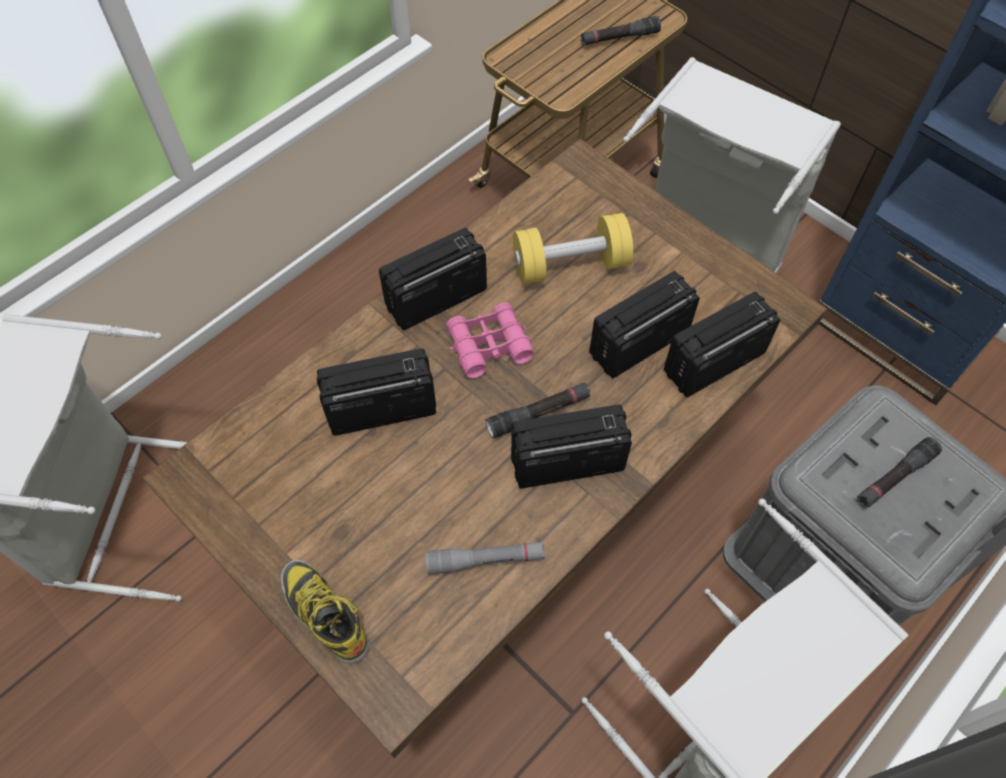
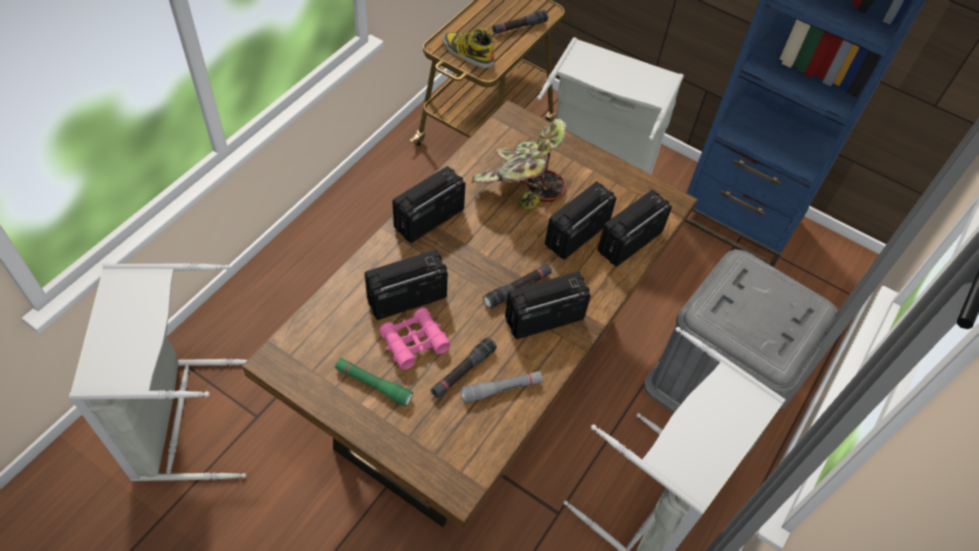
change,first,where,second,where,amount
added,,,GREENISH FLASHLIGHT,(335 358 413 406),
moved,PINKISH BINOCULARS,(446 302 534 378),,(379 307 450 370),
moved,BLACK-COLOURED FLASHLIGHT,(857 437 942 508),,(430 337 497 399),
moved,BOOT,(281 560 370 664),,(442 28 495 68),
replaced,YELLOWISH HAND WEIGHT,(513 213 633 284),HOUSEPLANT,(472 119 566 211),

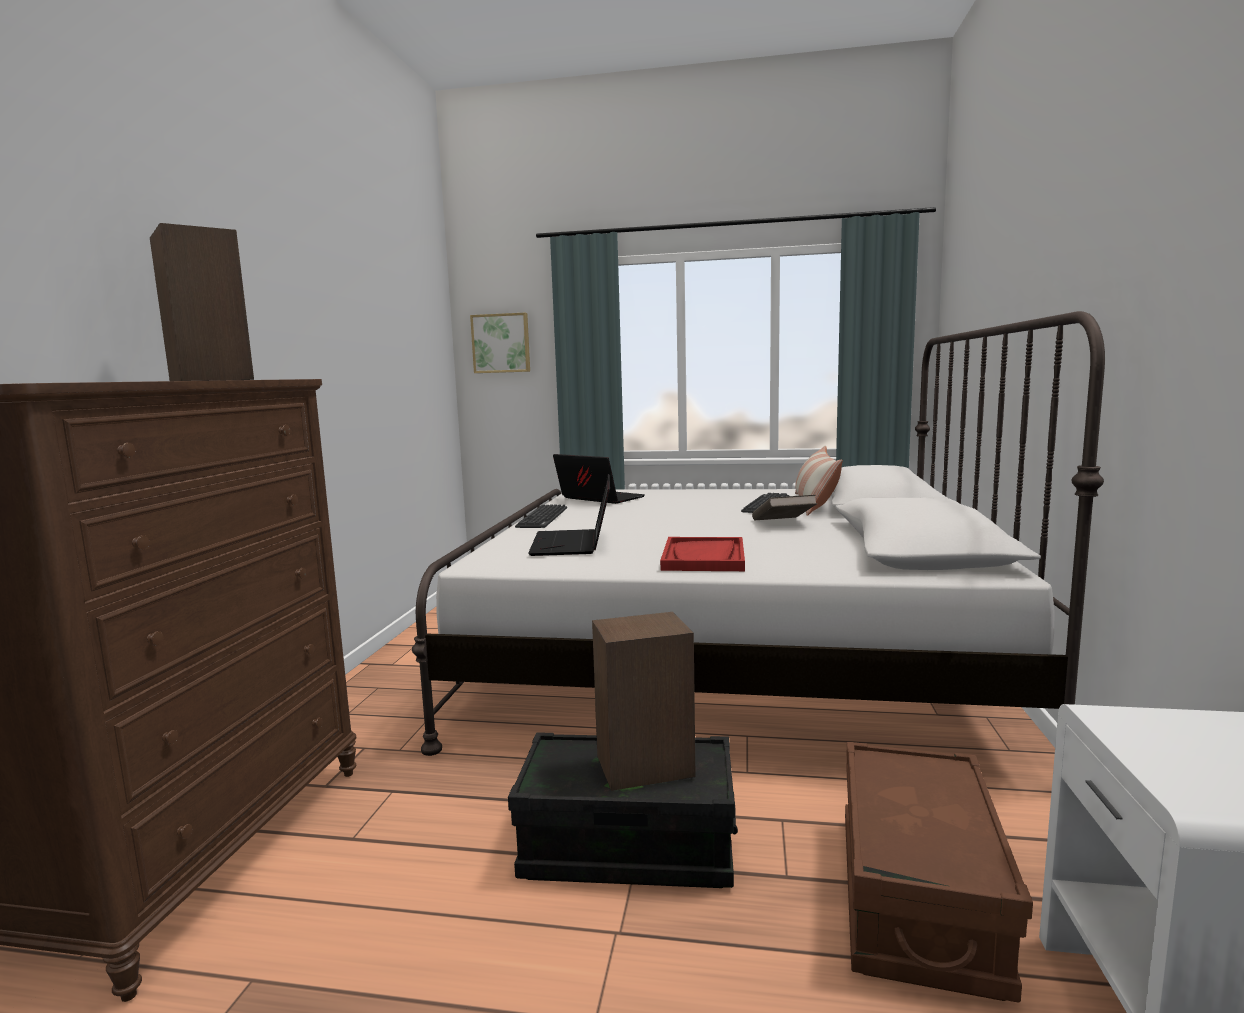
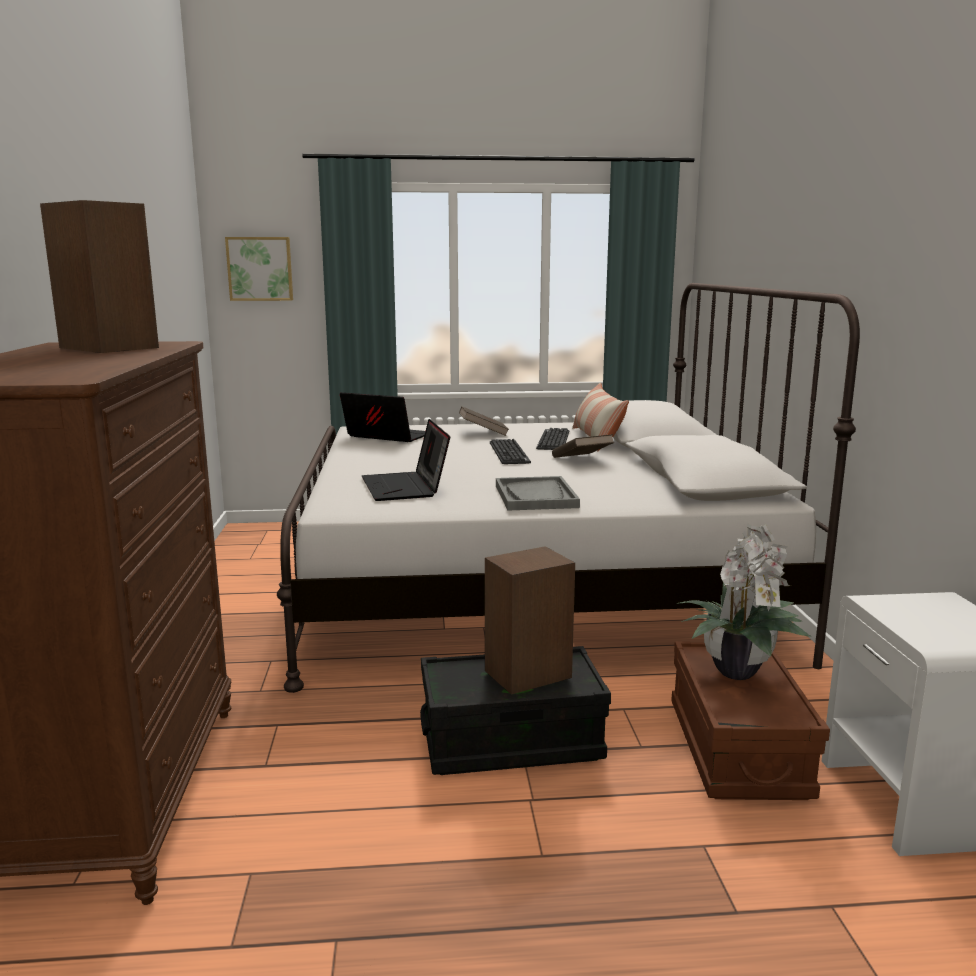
change,first,where,second,where,amount
added,,,BROWN-COLOURED VOLUME,(459 406 509 436),
moved,KEYBOARD,(515 504 567 528),,(490 439 531 464),
recoloured,RED SERVING TRAY,(660 537 745 571),GRAY SERVING TRAY,(496 476 580 511),
added,,,HOUSEPLANT,(676 523 811 680),

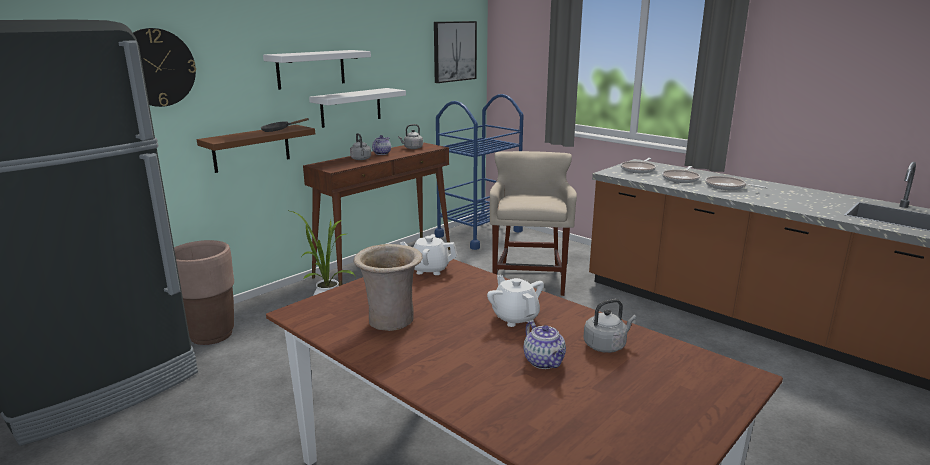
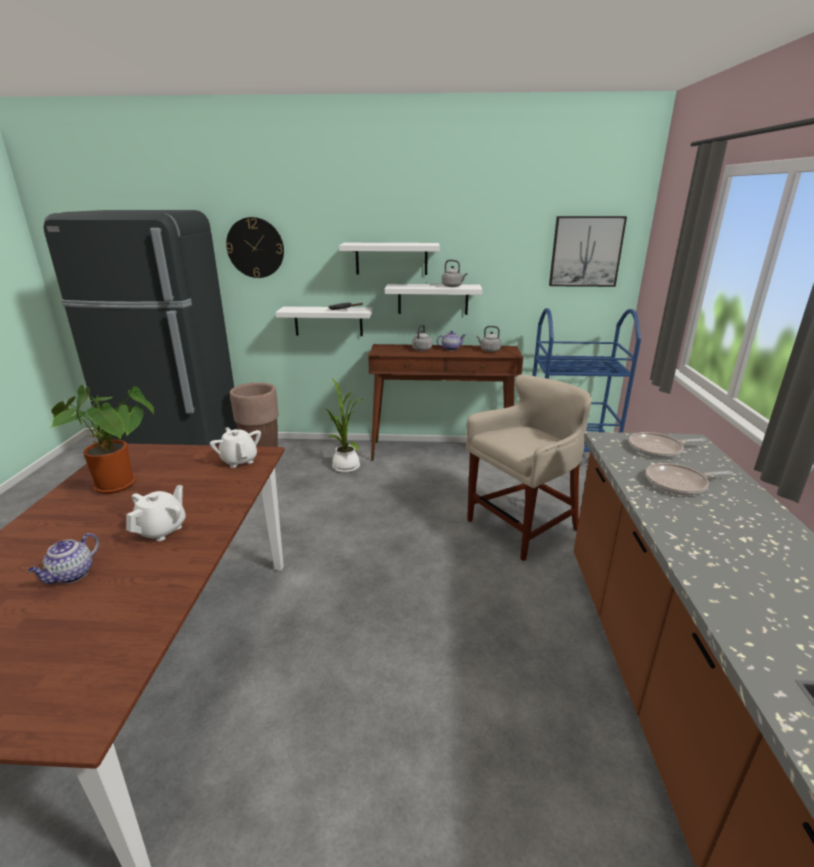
change,first,where,second,where,amount
replaced,BEIGE FLOWER VASE,(353 244 423 331),HOUSEPLANT,(50 385 154 494),
recoloured,BROWN-COLOURED BRACKET SHELF,(197 125 315 173),WHITE BRACKET SHELF,(275 306 373 336),
moved,GRAY WATER KETTLE,(583 299 637 353),,(442 260 468 287),
removed,FRYING PAN,(705 176 768 190),,,

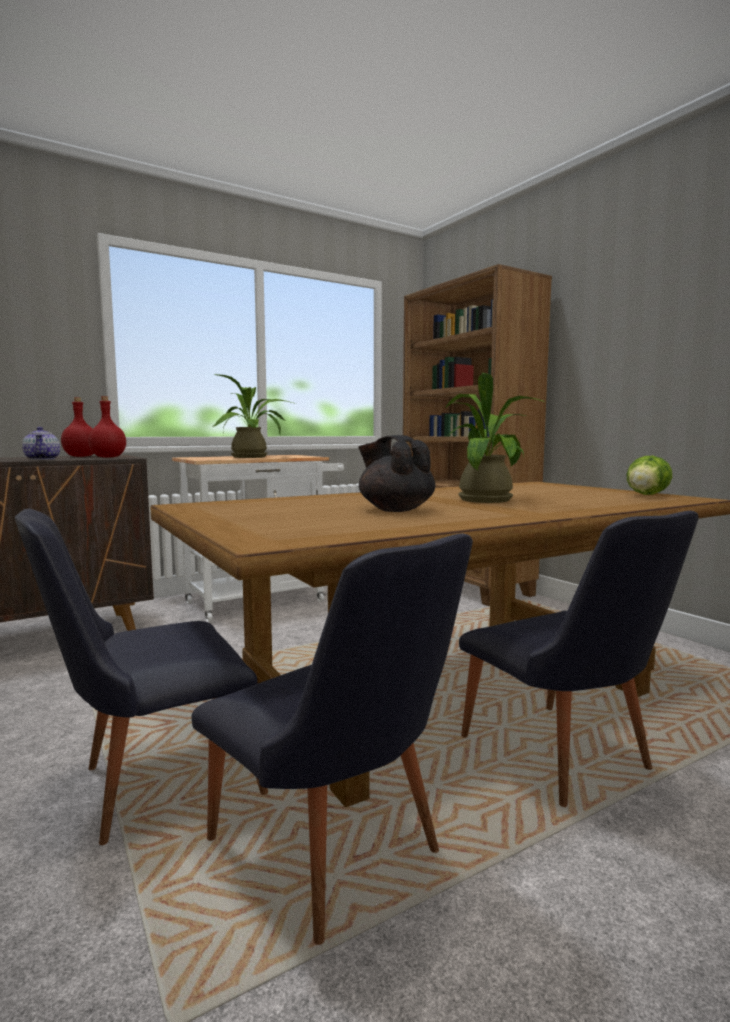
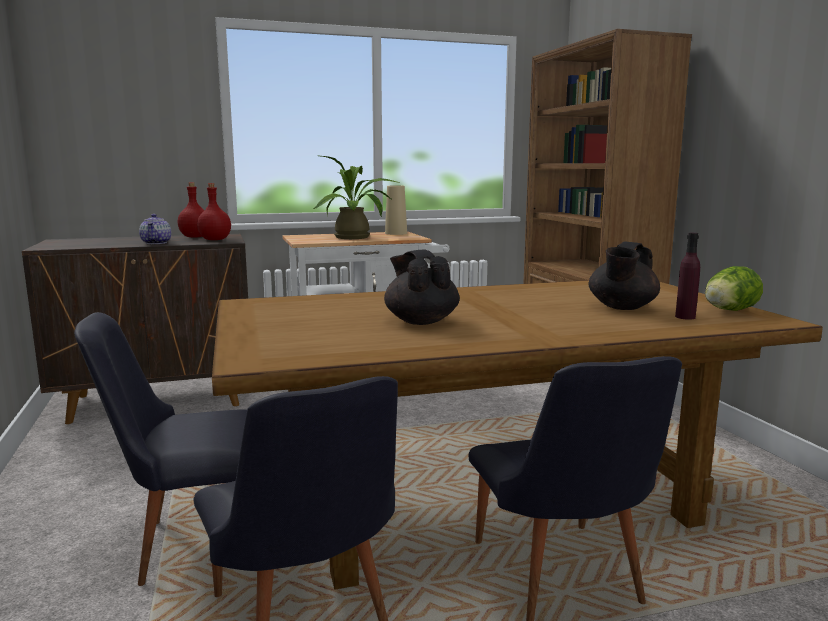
change,first,where,second,where,amount
added,,,BEIGE FLOWER VASE,(385 185 407 235),
added,,,BLACK-COLOURED TEA POT,(589 242 660 310),
added,,,PURPLISH BEVERAGE BOTTLE,(675 233 700 320),
removed,HOUSEPLANT,(446 373 545 503),,,

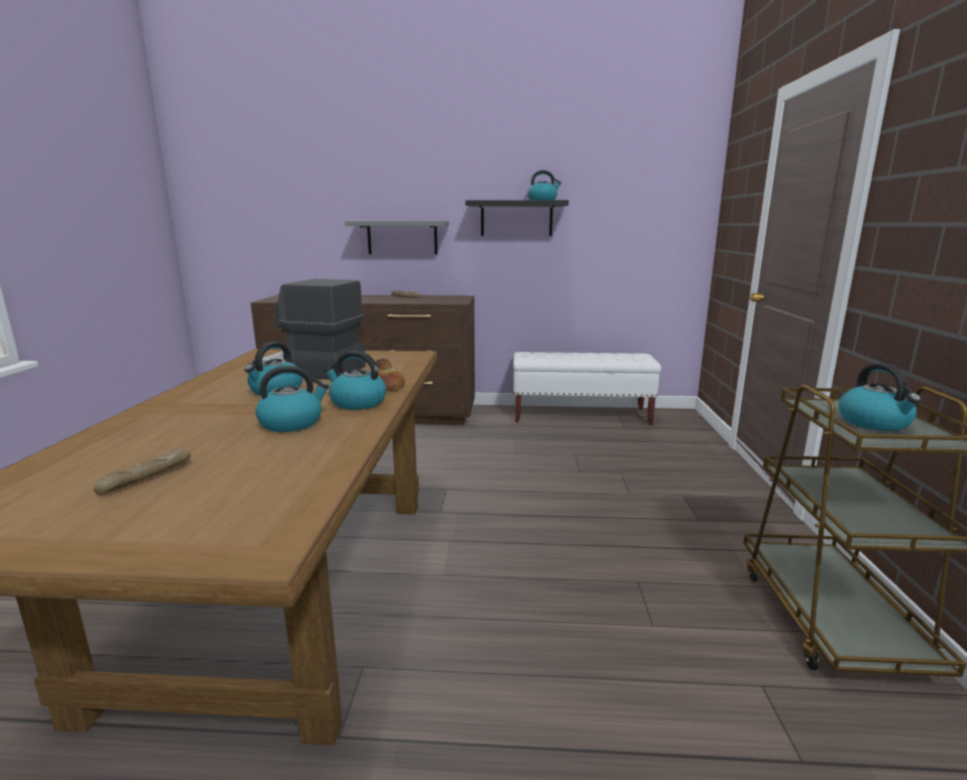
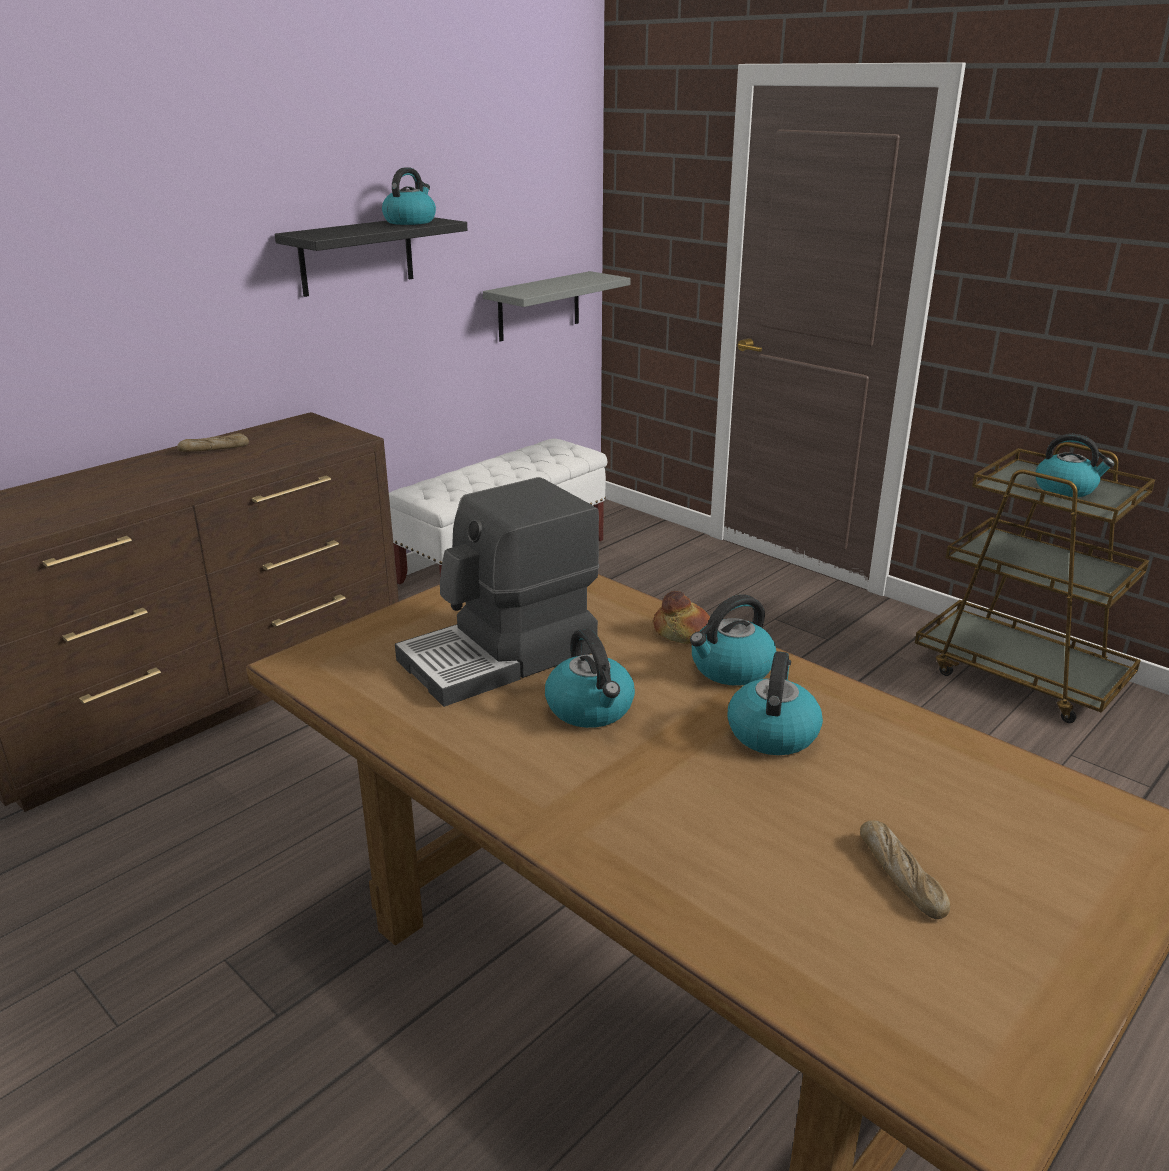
change,first,where,second,where,amount
moved,GRAY BRACKET SHELF,(345 221 449 254),,(483 271 631 342),

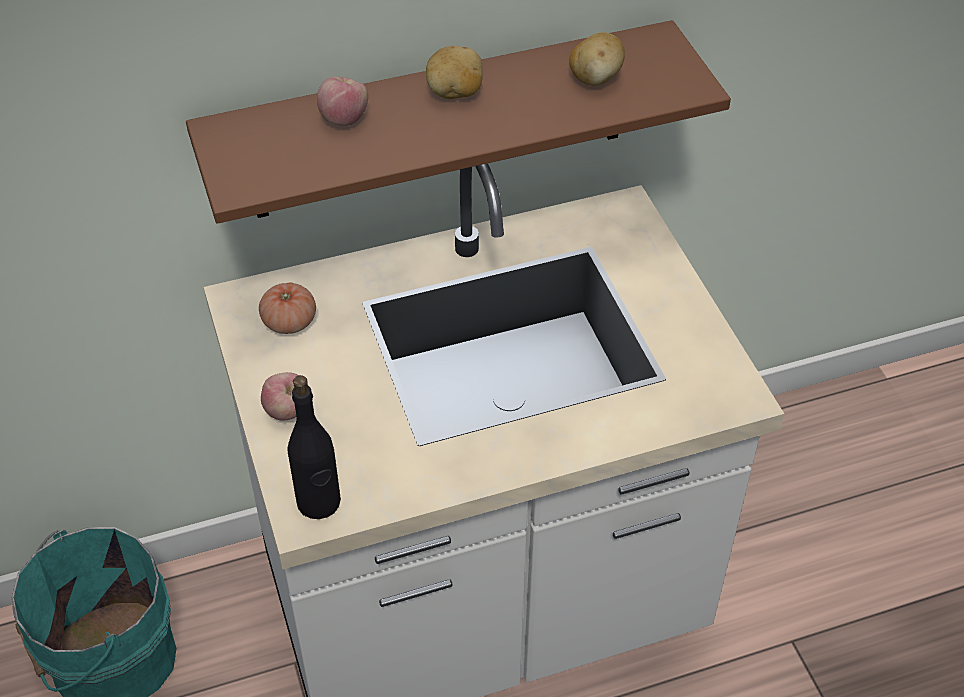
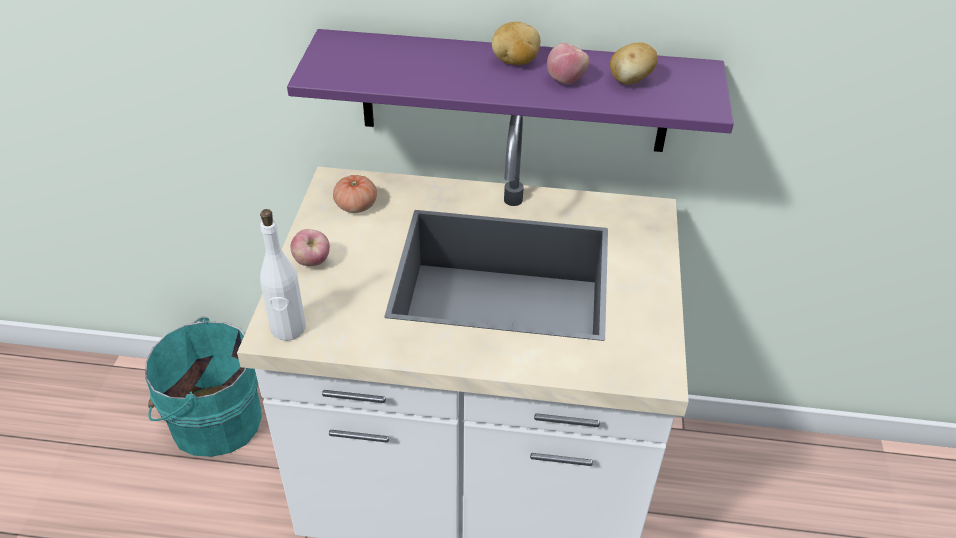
change,first,where,second,where,amount
recoloured,BLACK-COLOURED BEVERAGE BOTTLE,(288 375 341 519),WHITE BEVERAGE BOTTLE,(260 209 306 341),
recoloured,BROWN-COLOURED BRACKET SHELF,(186 20 731 224),PURPLISH BRACKET SHELF,(287 29 734 152),
moved,APPLE,(317 77 368 126),,(547 43 589 84),

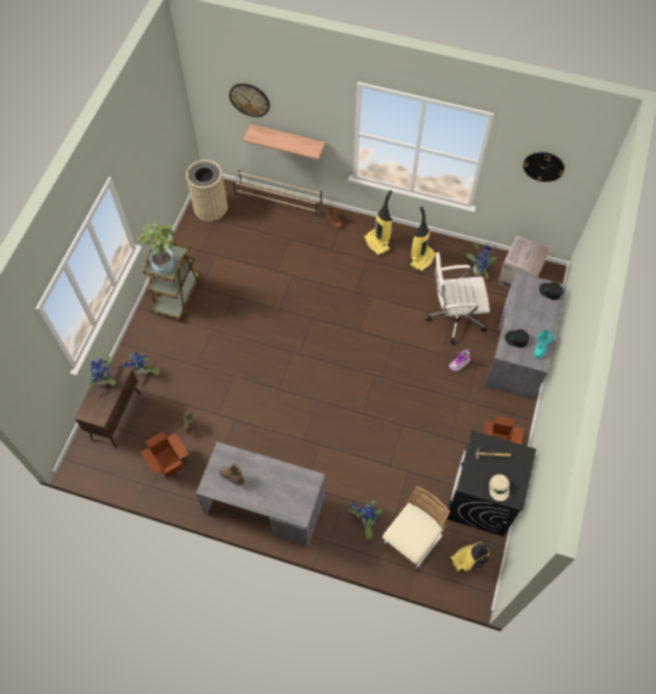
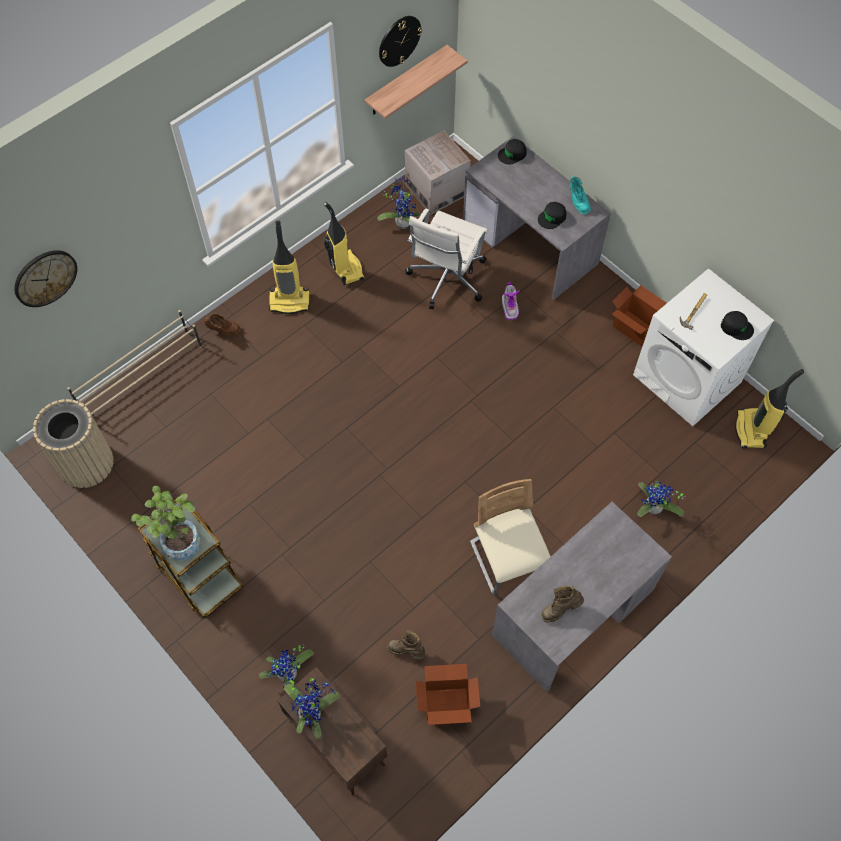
change,first,where,second,where,amount
moved,BRACKET SHELF,(243 124 325 160),,(364 45 468 119),
moved,BEIGE UPRIGHT CHAIR,(382 486 450 570),,(470 479 551 595),
recoloured,BLACK-COLOURED WASHING MACHINE,(447 431 536 536),WHITE WASHING MACHINE,(633 268 774 426),
recoloured,BEIGE PEAKED CAP,(489 474 510 501),BLACK-COLOURED PEAKED CAP,(721 311 754 340),

